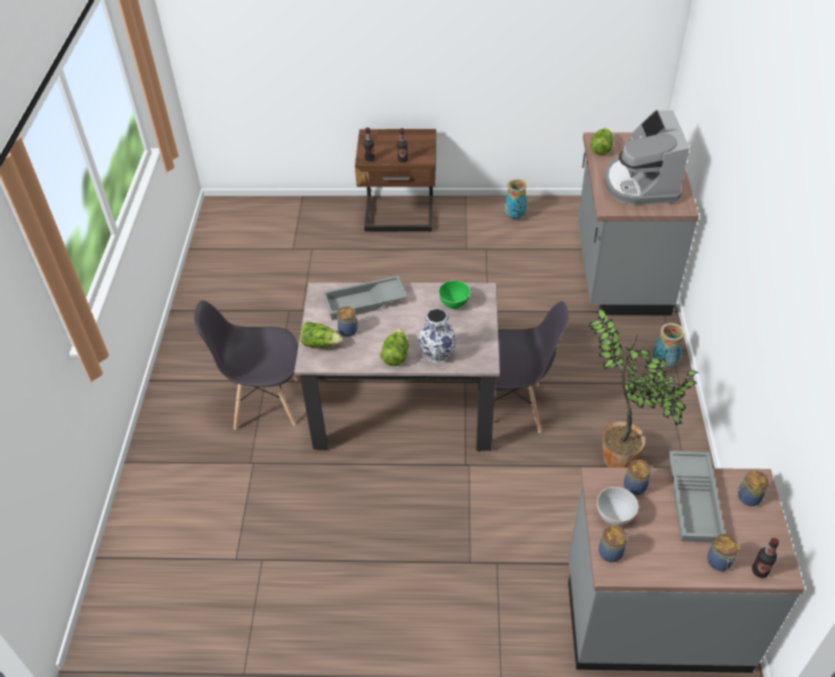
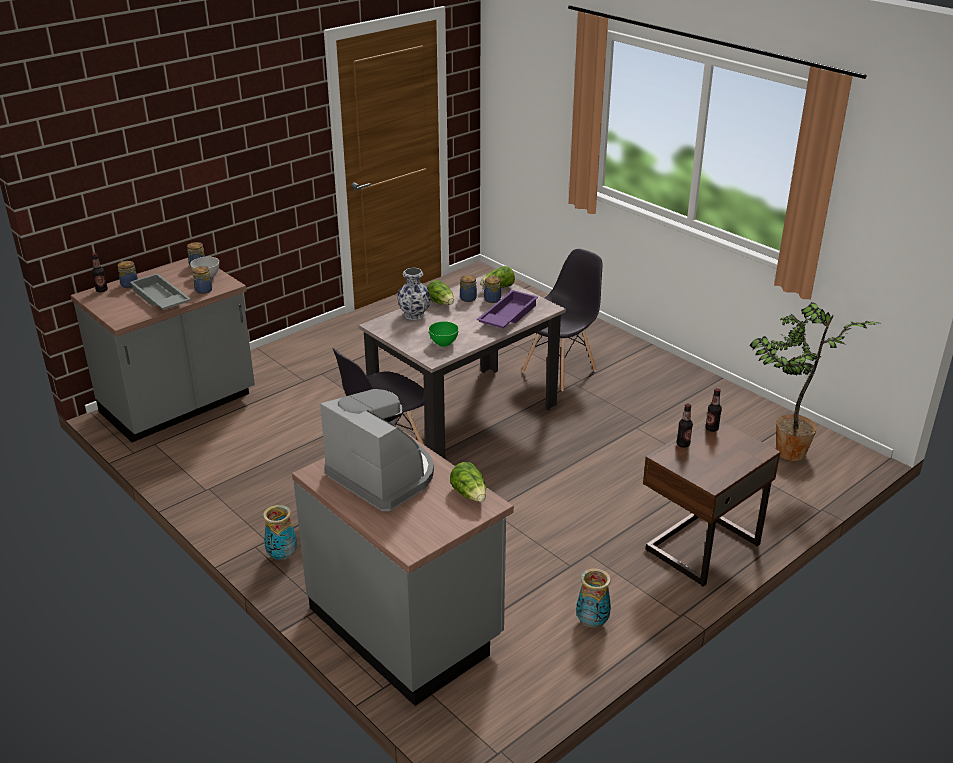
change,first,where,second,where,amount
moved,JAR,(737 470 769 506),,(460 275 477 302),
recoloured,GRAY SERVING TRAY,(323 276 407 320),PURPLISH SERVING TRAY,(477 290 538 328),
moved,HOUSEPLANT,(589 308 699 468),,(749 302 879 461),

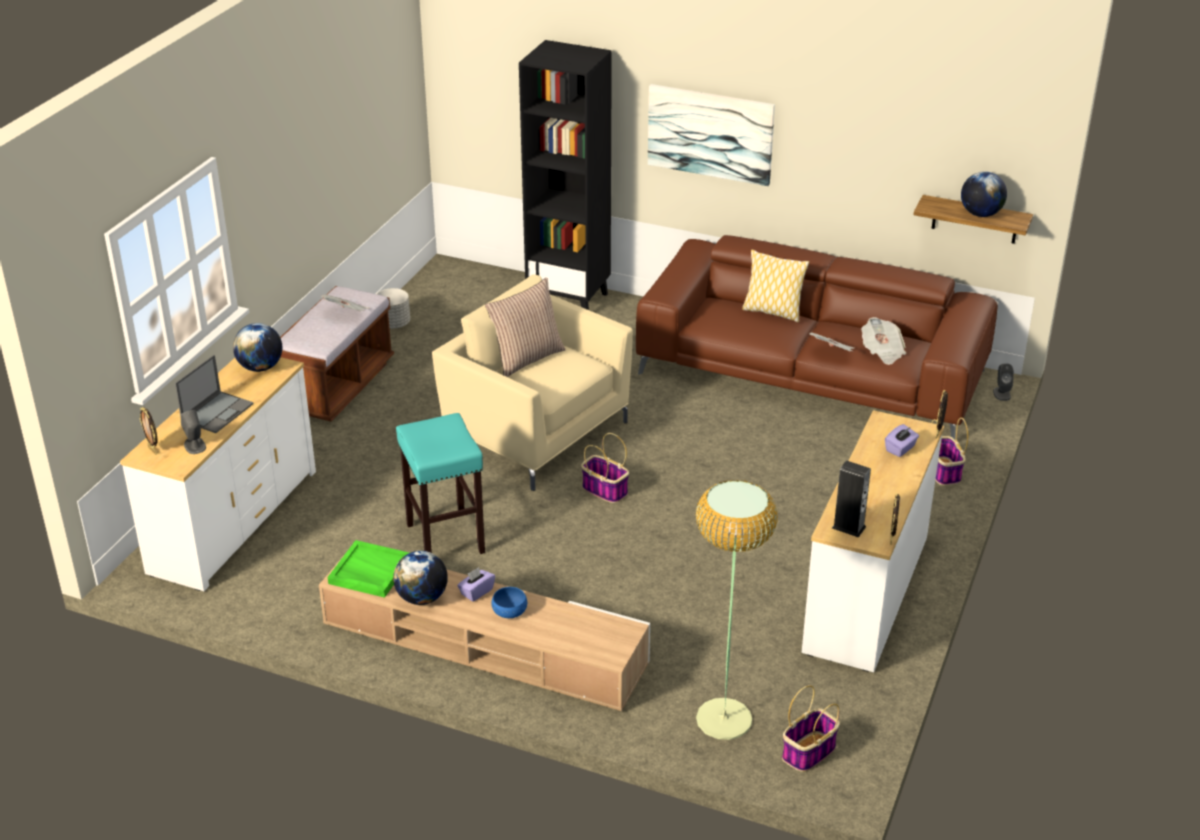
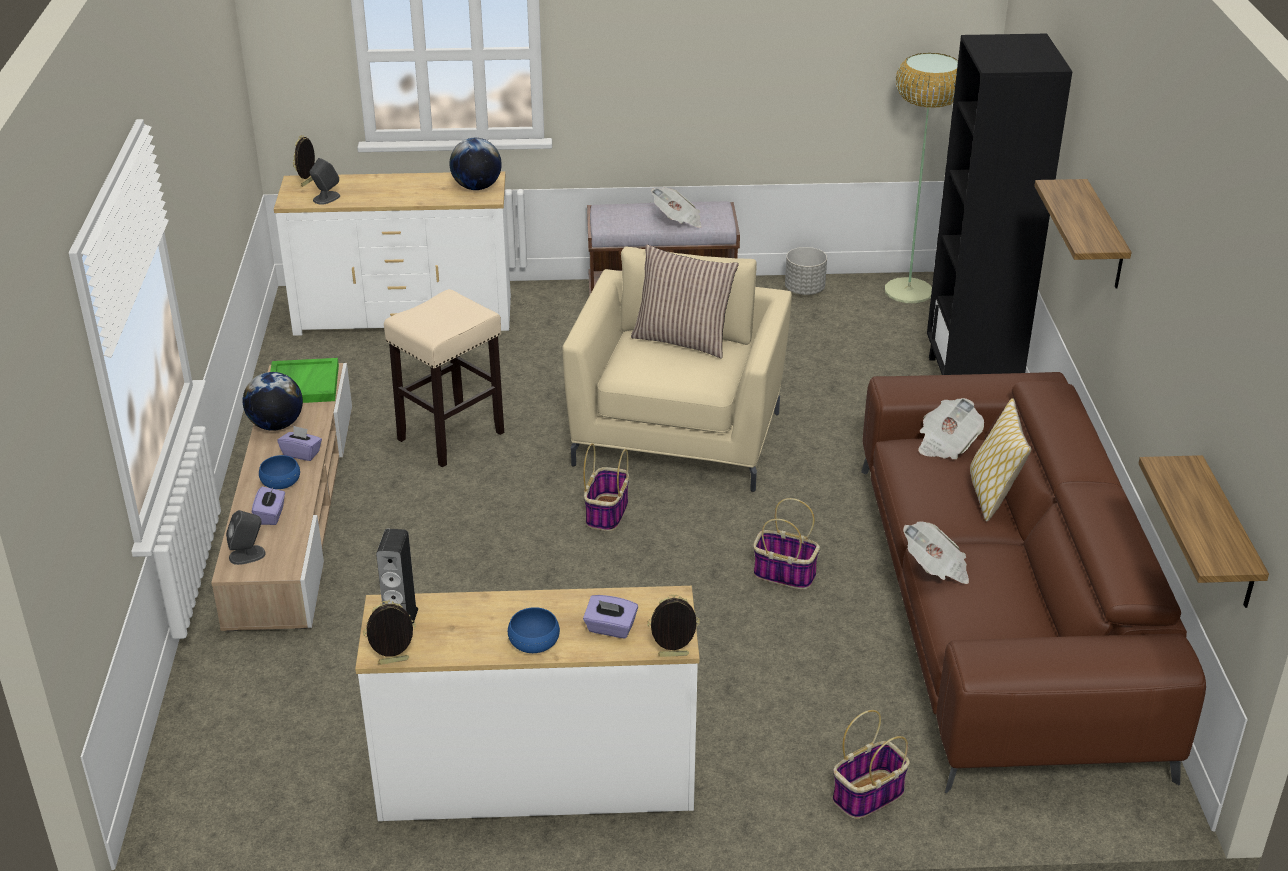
change,first,where,second,where,amount
moved,GRAY AUDIO SPEAKER,(993 363 1014 401),,(226 510 265 565),
added,,,PURPLISH BOX OF TISSUES,(252 486 285 525),
recoloured,TURQUOISE STOOL SEAT,(396 413 485 554),BEIGE STOOL SEAT,(384 289 504 467),
added,,,BLUISH DEEP DISH,(508 607 560 653),
moved,HOUSEHOLD BASKET,(782 685 840 772),,(753 498 820 589),
moved,STANDARD LAMP,(696 480 778 740),,(885 53 958 303),
moved,DAILY PAPER,(861 317 906 365),,(918 398 984 459),
replaced,WALL PICTURE,(648 84 775 186),BRACKET SHELF,(1034 179 1132 289),
removed,LAPTOP,(175 355 254 433),,,
removed,WORLD GLOBE,(961 172 1007 217),,,

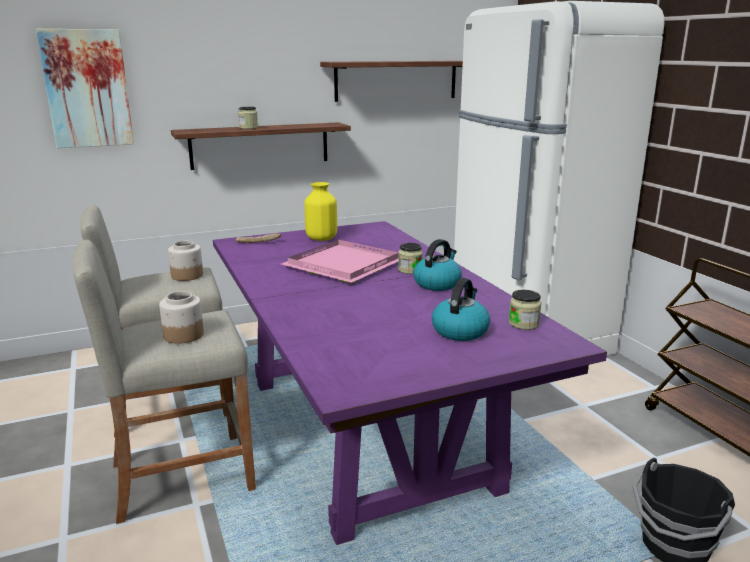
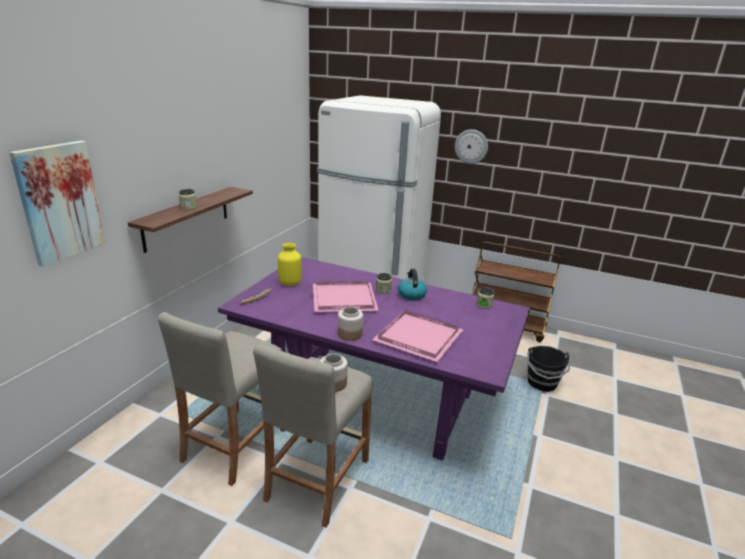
change,first,where,second,where,amount
moved,JAR,(168 241 203 281),,(338 307 363 341),
added,,,PINKISH SERVING TRAY,(372 310 463 362),
added,,,CLOCK ON THE WALL,(455 129 488 164),
removed,BRACKET SHELF,(320 61 463 102),,,
removed,WATER KETTLE,(432 278 490 341),,,

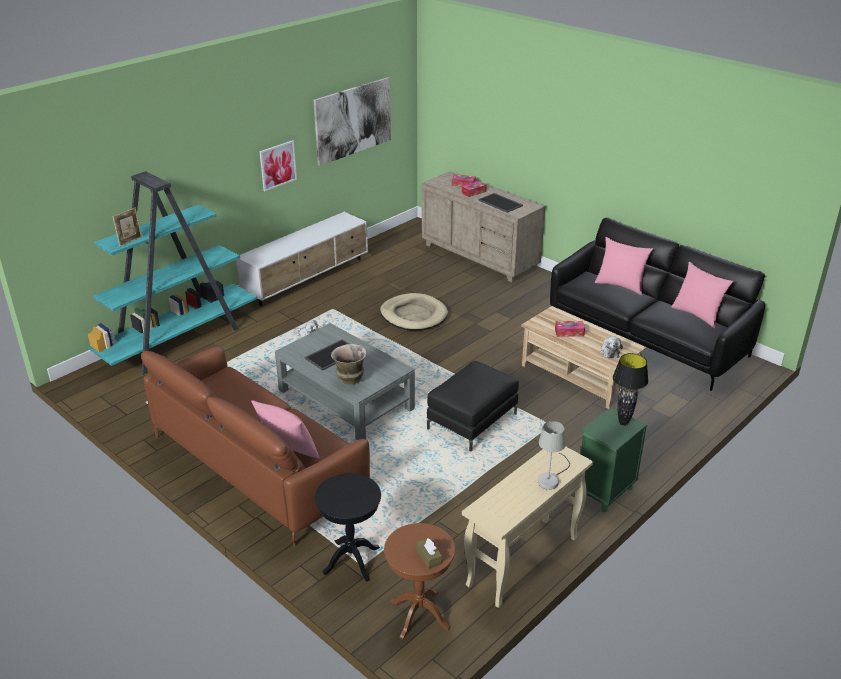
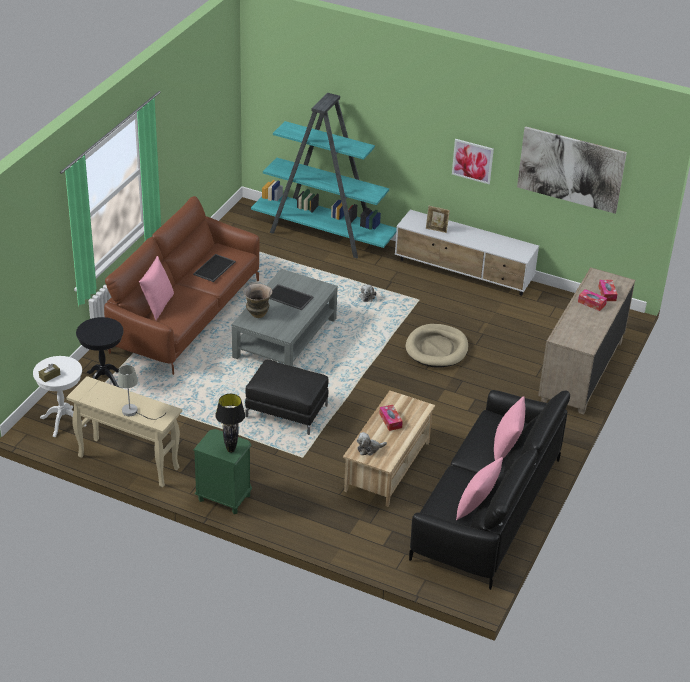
change,first,where,second,where,amount
recoloured,BROWN-COLOURED END TABLE,(384 523 455 639),WHITE END TABLE,(33 356 87 437),
moved,SERVING TRAY,(478 193 523 213),,(193 254 236 282),
moved,PICTURE FRAME,(113 208 142 247),,(426 206 450 233),

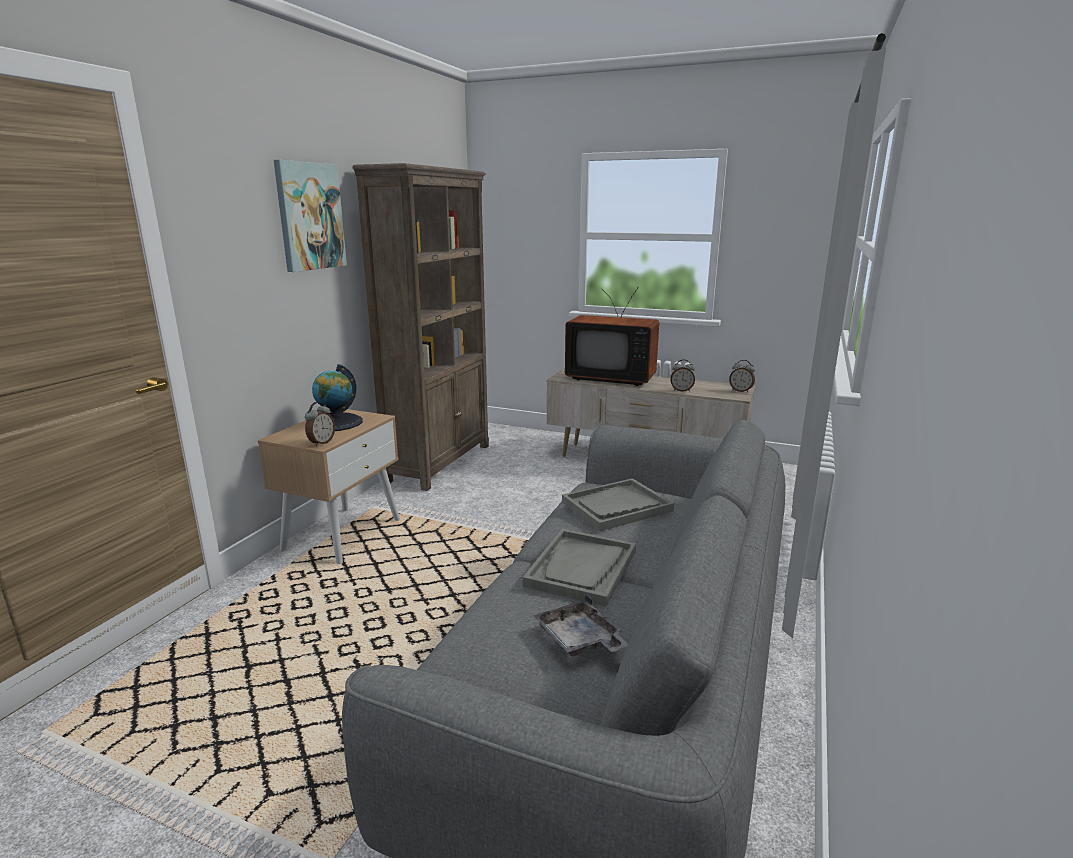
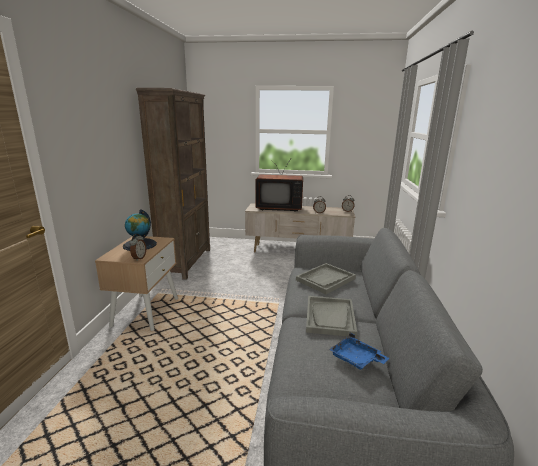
change,first,where,second,where,amount
recoloured,GRAY SERVING TRAY,(533 594 628 656),BLUISH SERVING TRAY,(329 333 389 370),
removed,WALL PICTURE,(274 160 347 272),,,

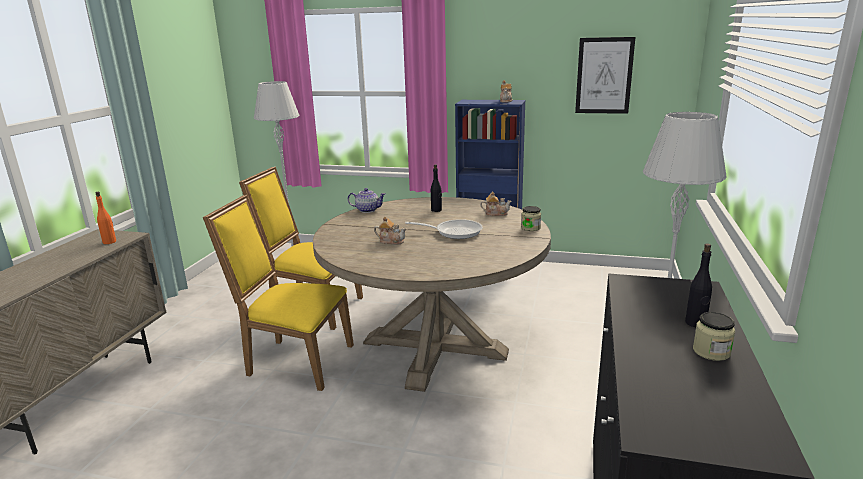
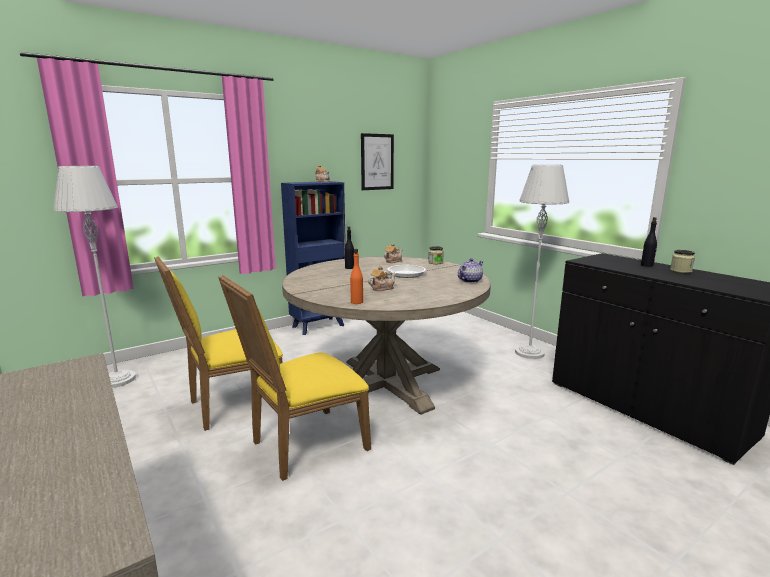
change,first,where,second,where,amount
moved,ORANGE BEVERAGE BOTTLE,(95 192 116 244),,(350 249 363 304),
moved,TEA POT,(348 188 385 213),,(458 258 484 283),

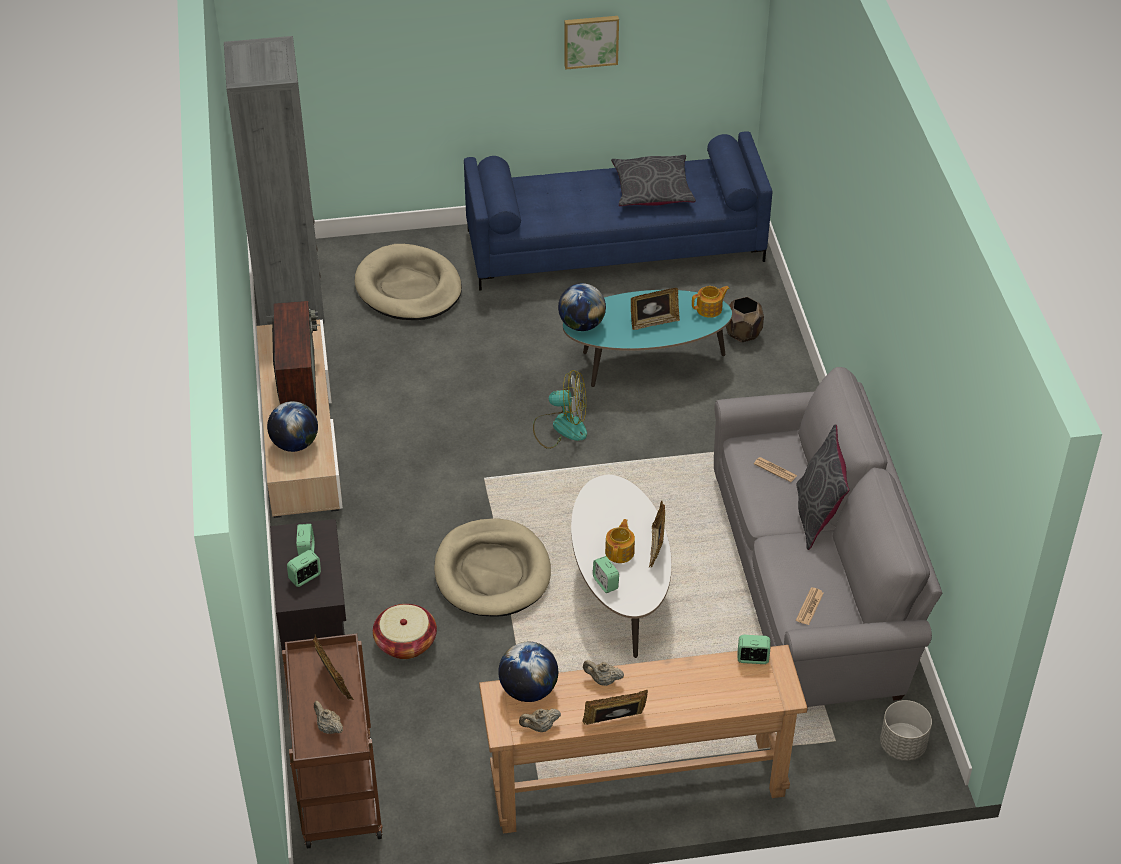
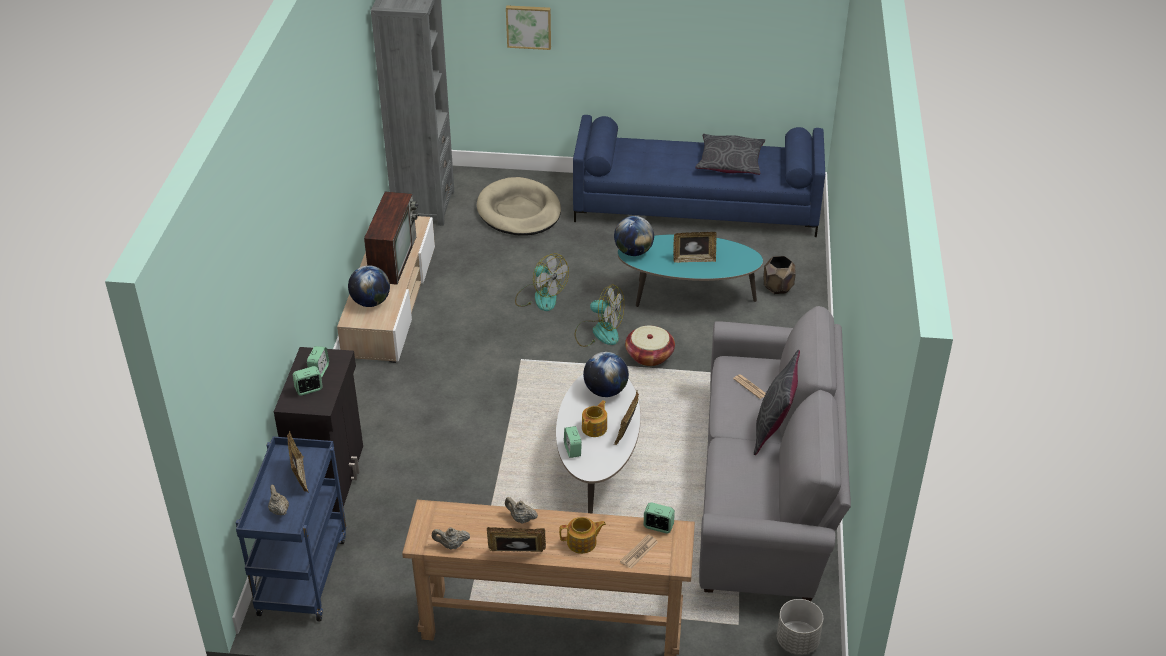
change,first,where,second,where,amount
recoloured,BROWN-COLOURED TROLLEY,(282 634 383 849),BLUISH TROLLEY,(236 436 346 621),
moved,WALL PICTURE,(564 16 619 70),,(506 5 551 50),
added,,,FAN,(515 253 569 311),
moved,TEA POT,(692 286 730 318),,(559 517 606 554),
moved,WORLD GLOBE,(498 642 558 702),,(583 352 629 397),
moved,DAILY PAPER,(796 587 824 625),,(620 535 658 569),
moved,HOUSEHOLD BASKET,(373 604 437 659),,(625 326 675 366),
removed,BEIGE DOG BED,(434 518 551 617),,,

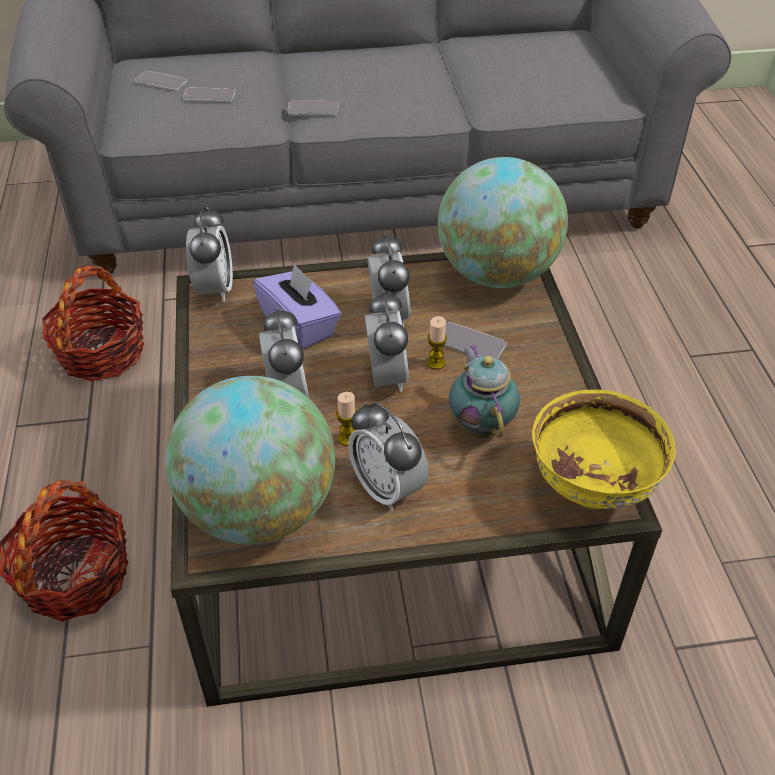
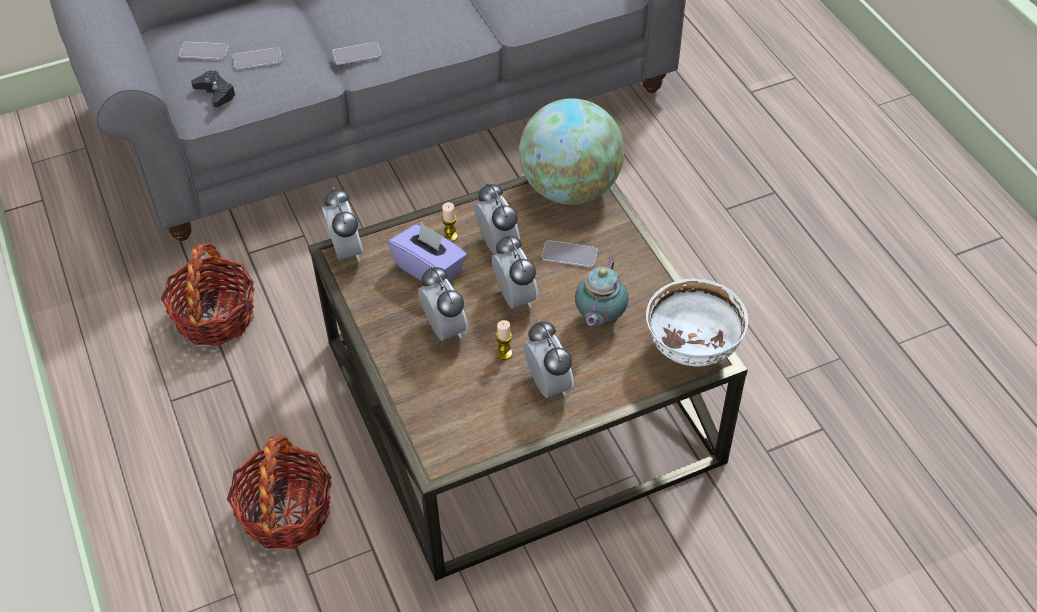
change,first,where,second,where,amount
added,,,BLACK-COLOURED GAMEPAD,(191 70 236 108),
moved,WAX CANDLE,(427 316 447 370),,(442 202 458 242),
turned,ALARM CLOCK,(348 402 428 511),,(523 320 574 398),150 degrees counterclockwise
turned,TEA POT,(449 345 520 438),,(575 257 628 328),135 degrees counterclockwise
recoloured,YELLOWISH DEEP DISH,(532 390 675 510),WHITE DEEP DISH,(646 279 748 366),
removed,WORLD GLOBE,(165 376 335 544),,,

